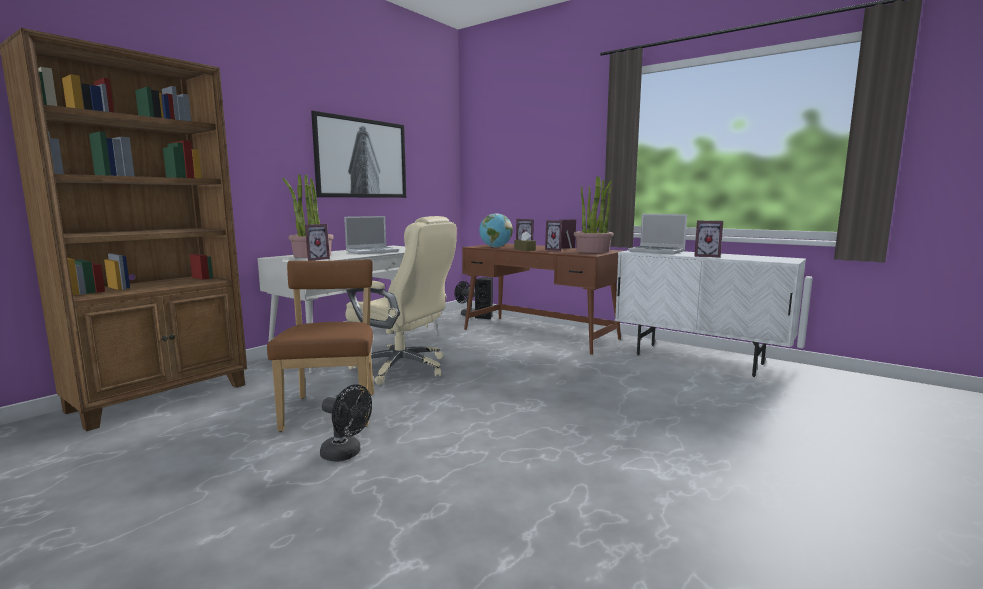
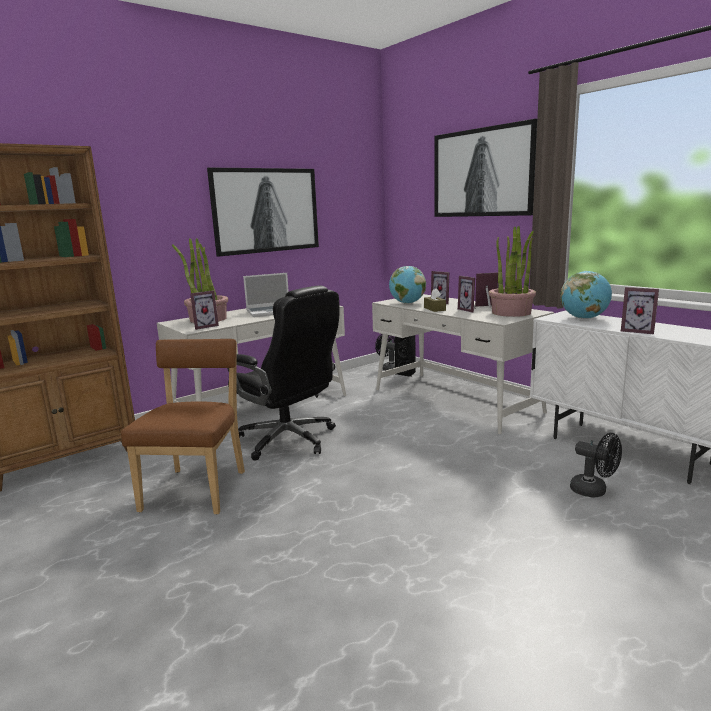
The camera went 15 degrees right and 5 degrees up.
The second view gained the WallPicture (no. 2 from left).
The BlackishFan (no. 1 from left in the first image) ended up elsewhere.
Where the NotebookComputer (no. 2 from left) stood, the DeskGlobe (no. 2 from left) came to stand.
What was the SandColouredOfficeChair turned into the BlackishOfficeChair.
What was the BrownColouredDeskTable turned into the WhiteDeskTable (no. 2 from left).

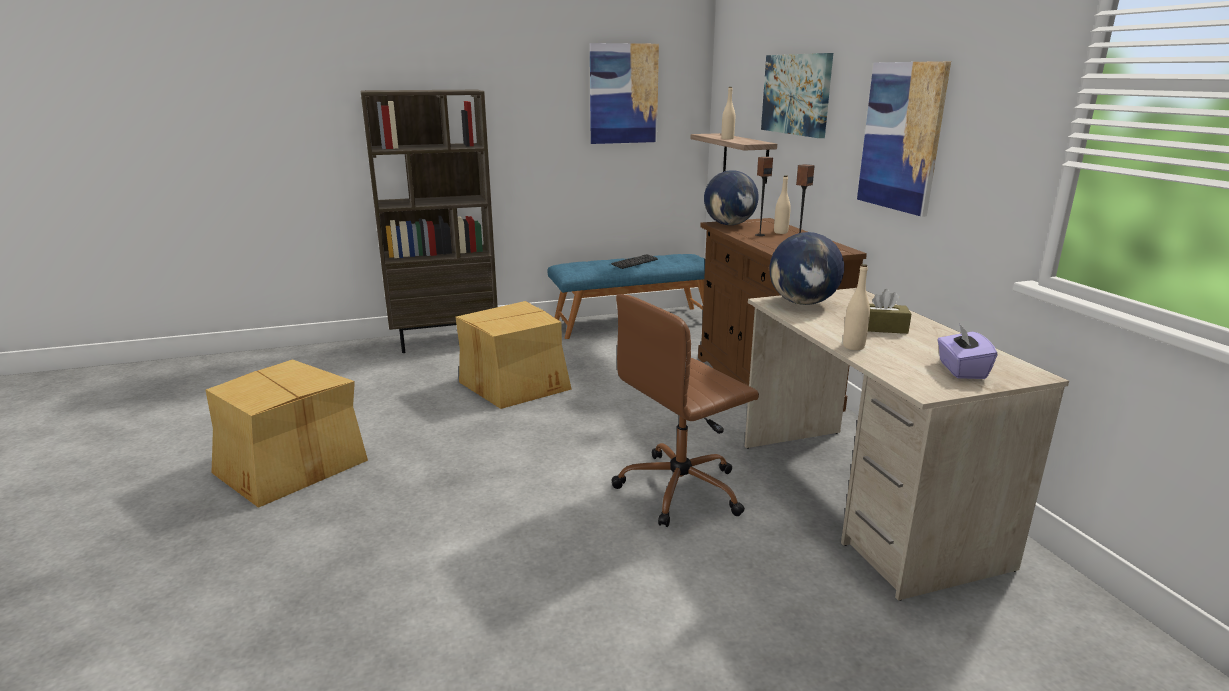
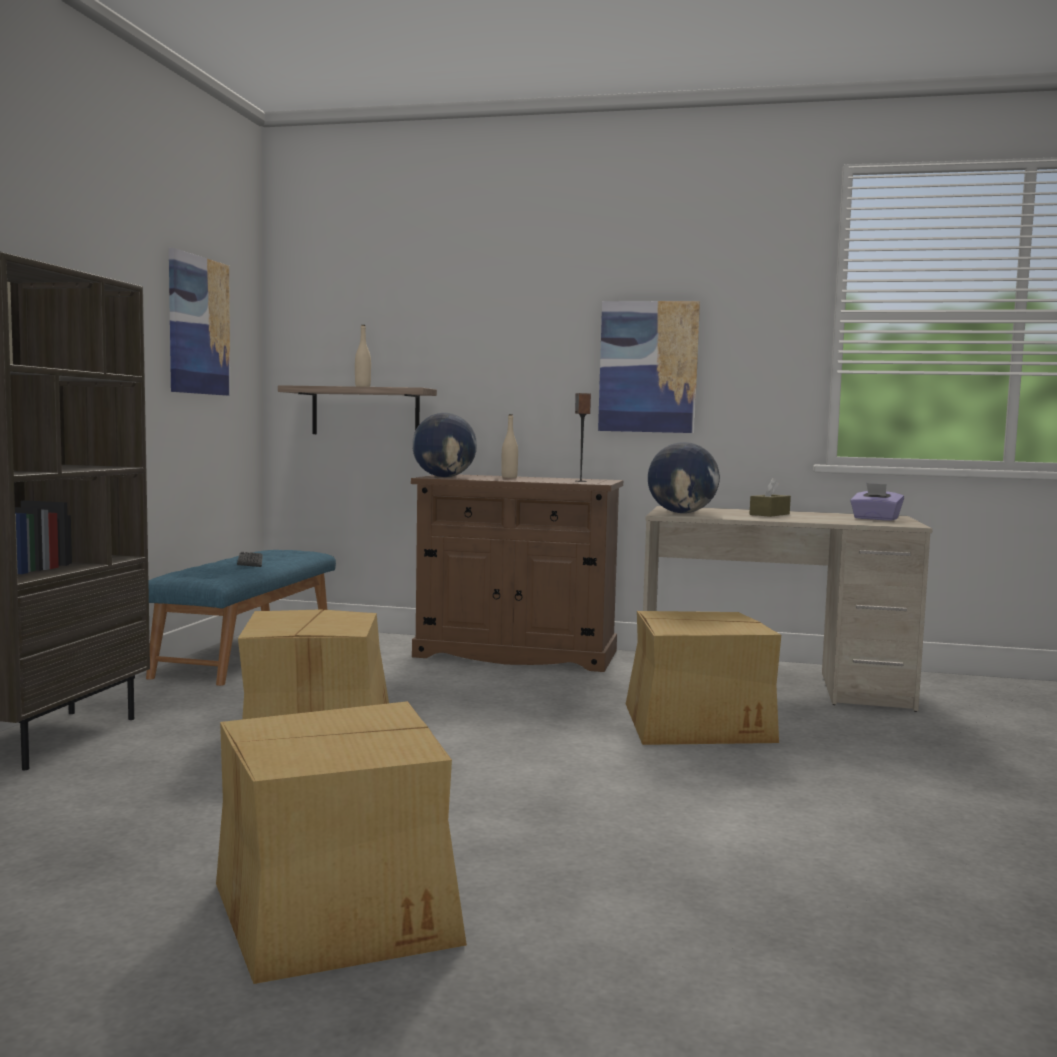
The camera went 60 degrees left and 15 degrees down.
The second view lost the Loudspeaker (no. 1 from left).
The second view lost the WallPicture (no. 2 from left).
The second view lost the SandColouredDrinkBottle (no. 3 from left).
Where the BrownColouredOfficeChair stood, the Carton (no. 3 from left) came to stand.

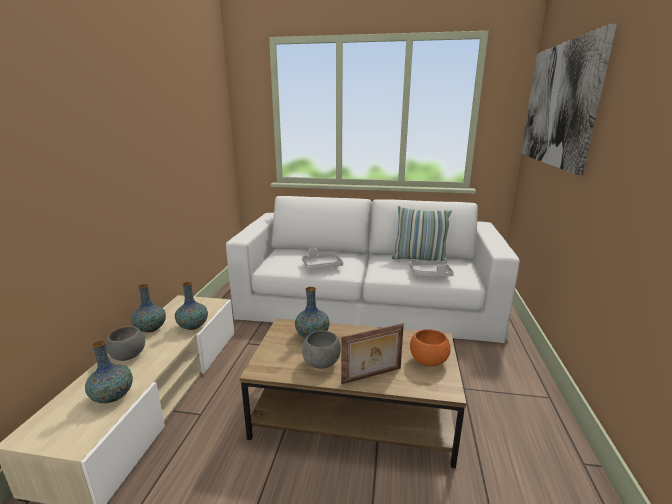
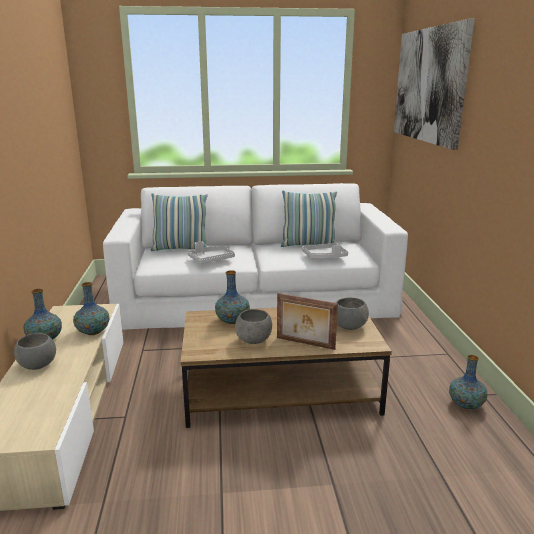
The camera went 15 degrees left and 0 degrees up.
The second view gained the Cushion (no. 1 from left).
The FlowerVase (no. 1 from left in the first image) ended up elsewhere.
What was the OrangeColouredBowl turned into the GreyishBowl (no. 3 from left).
The PhotoFrame ended up facing another way, 60 degrees clockwise from before.

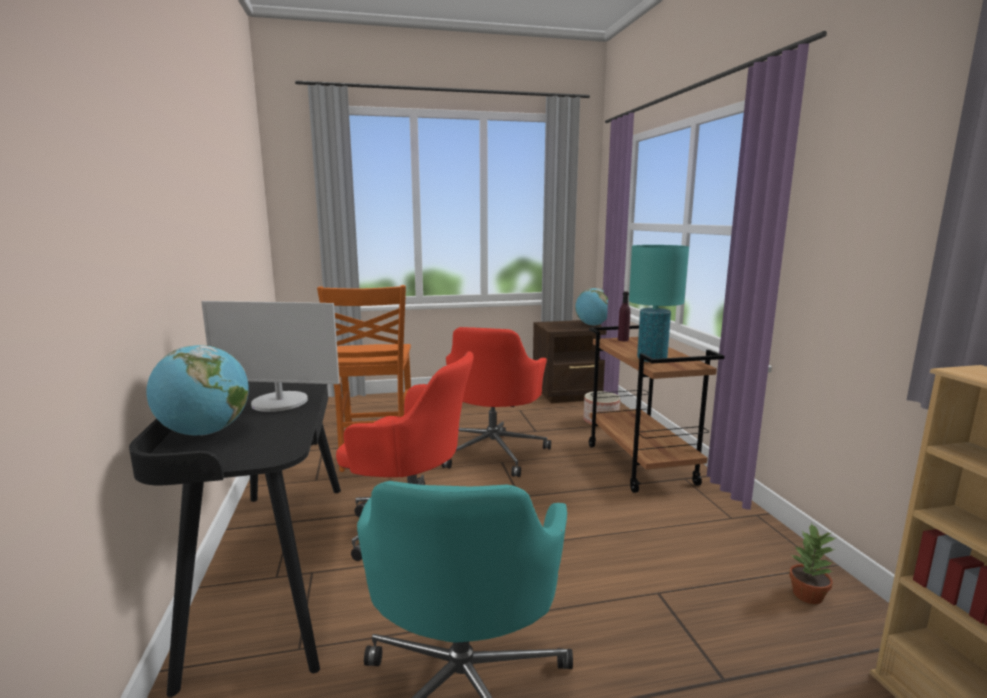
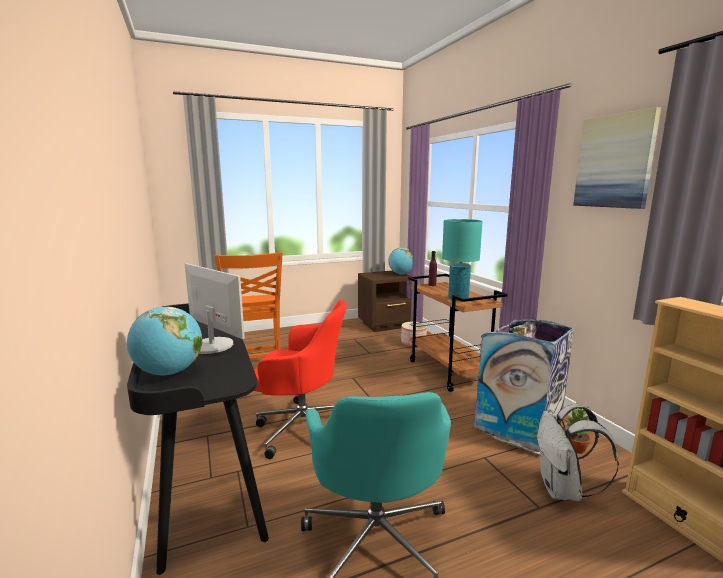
The camera went 10 degrees left and 0 degrees up.
The second view lost the ReddishOfficeChair (no. 2 from left).
The second view gained the WasteBin.
The second view gained the WhiteRucksack.
The second view gained the WallPicture.
The ComputerDisplay ended up facing another way, 135 degrees counterclockwise from before.

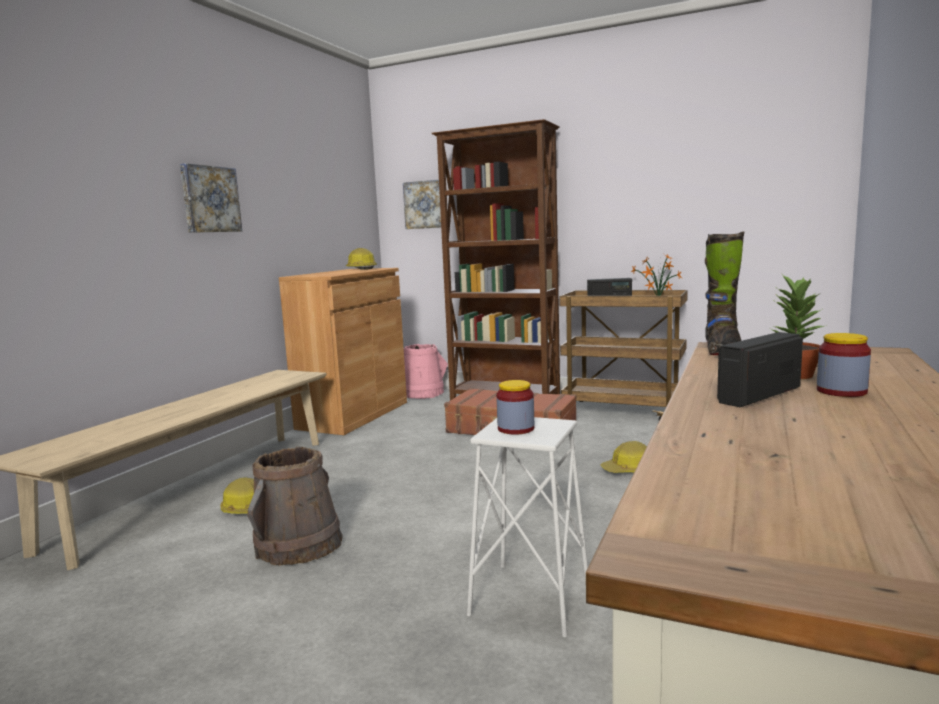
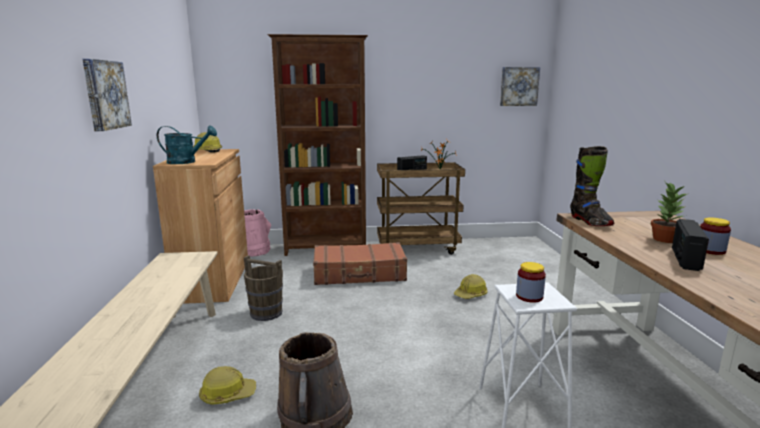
The camera went 30 degrees left and 5 degrees up.
The second view gained the TurquoiseSprinklingCan.
The second view gained the BrownColouredPail (no. 1 from left).
The WallPicture (no. 2 from left) ended up elsewhere.

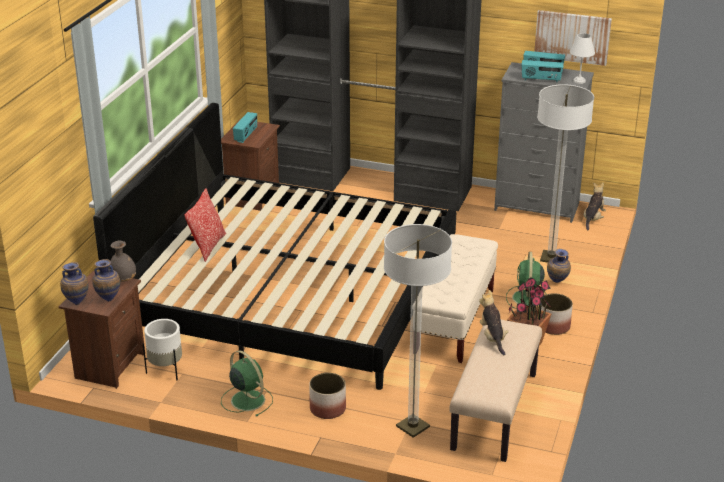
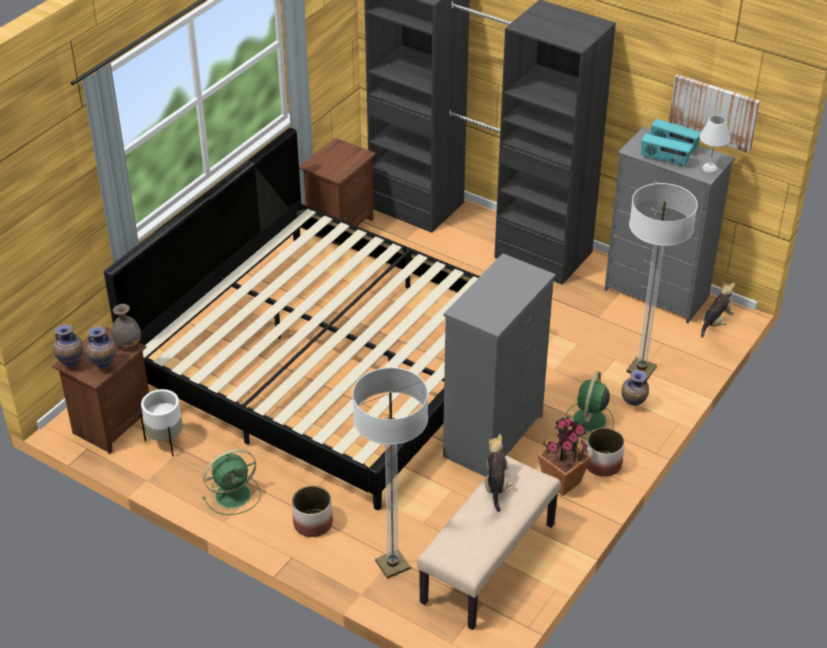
The camera went 15 degrees right and 10 degrees up.
The second view lost the Cushion.
The second view lost the RadioReceiver (no. 1 from left).
Where the SandColouredLongSeat (no. 1 from left) stood, the GreyishDresser (no. 1 from left) came to stand.
The GreenishFan (no. 1 from left) ended up facing another way, 90 degrees clockwise from before.

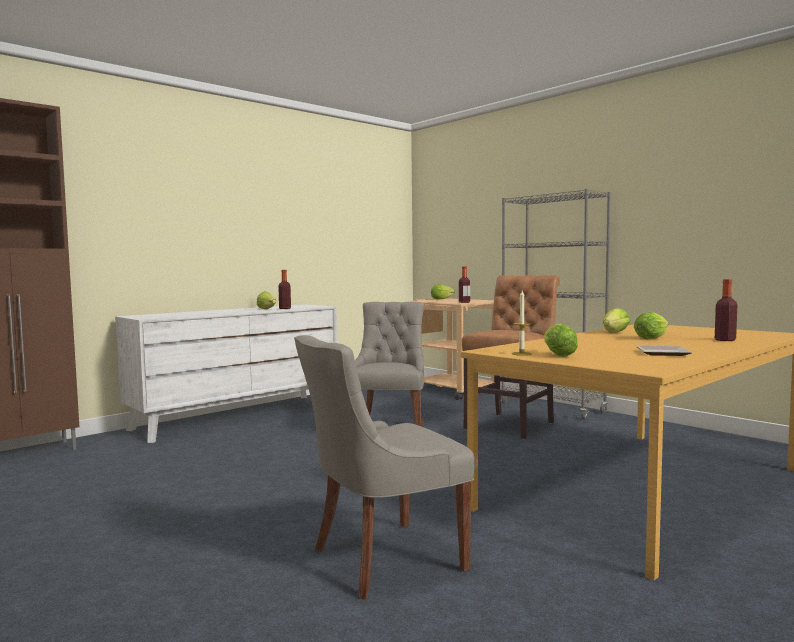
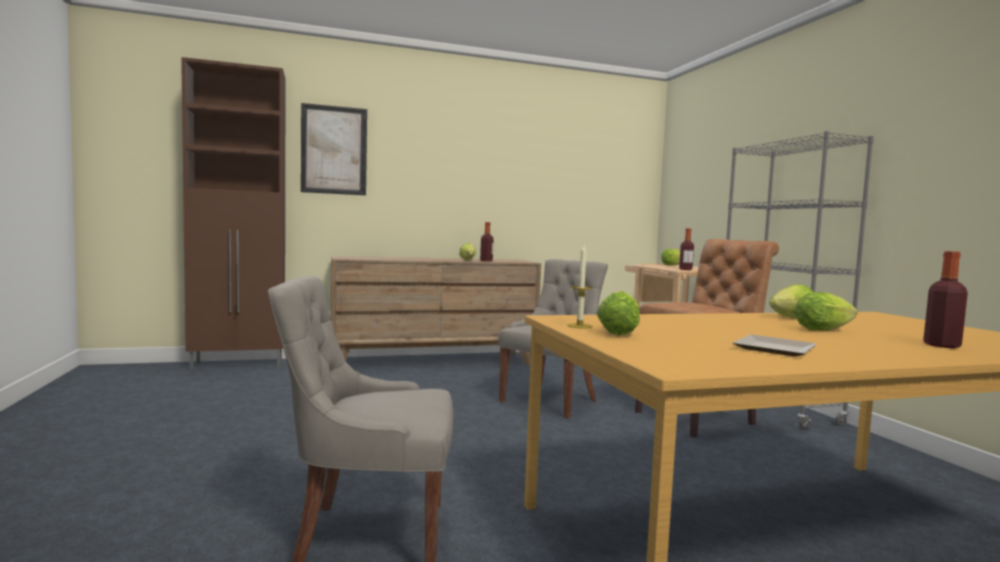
The camera went 25 degrees right and 0 degrees up.
The second view gained the WallPicture.
What was the WhiteDresser turned into the BrownColouredDresser.

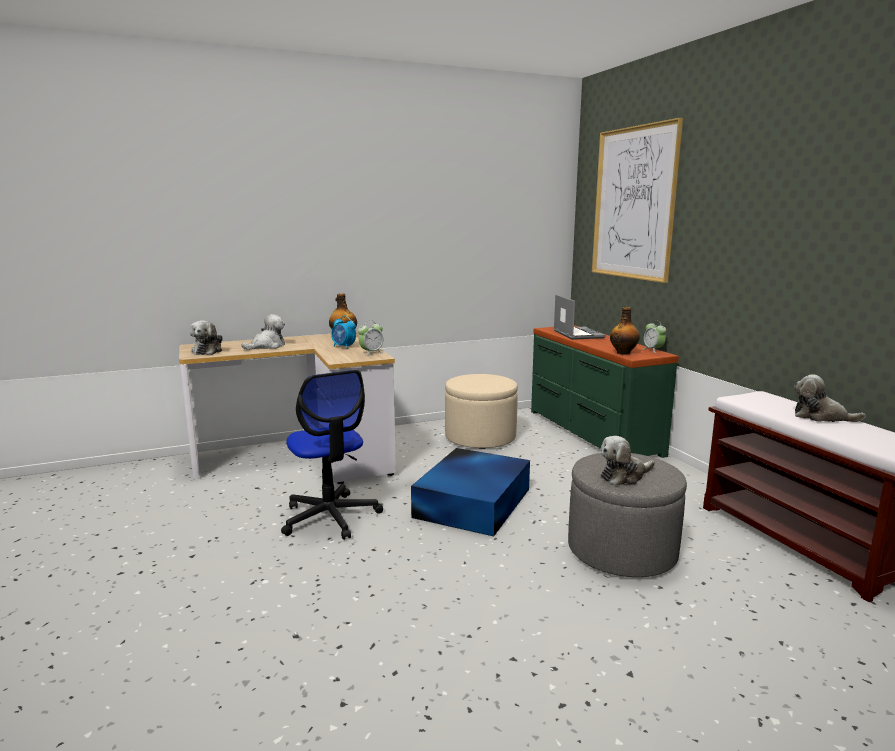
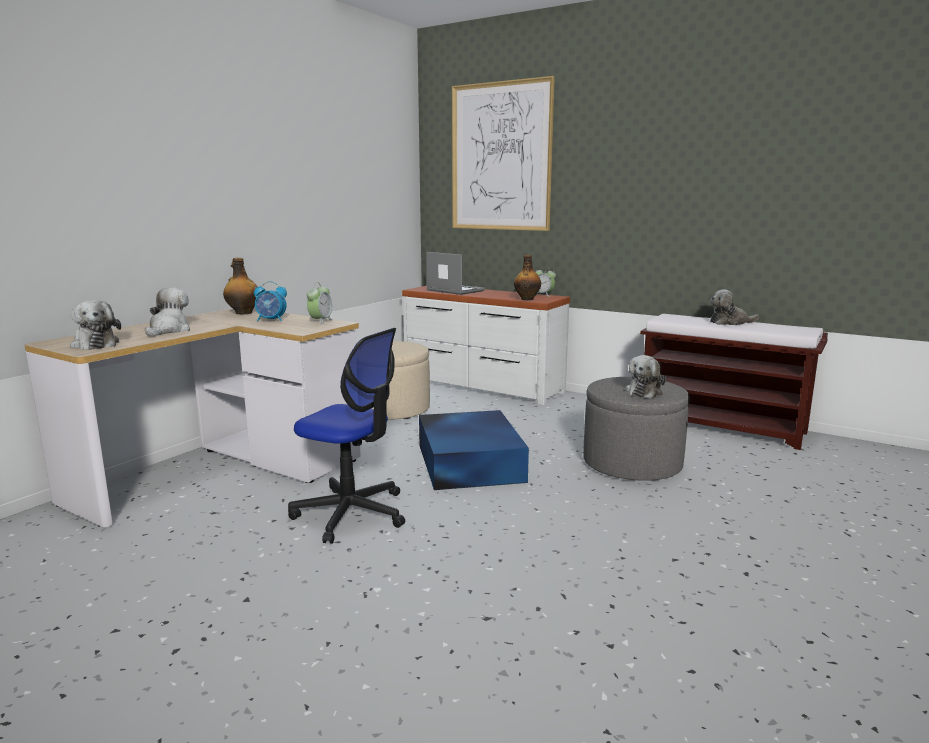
The camera went 35 degrees left and 0 degrees up.
What was the GreenishDresser turned into the WhiteDresser.

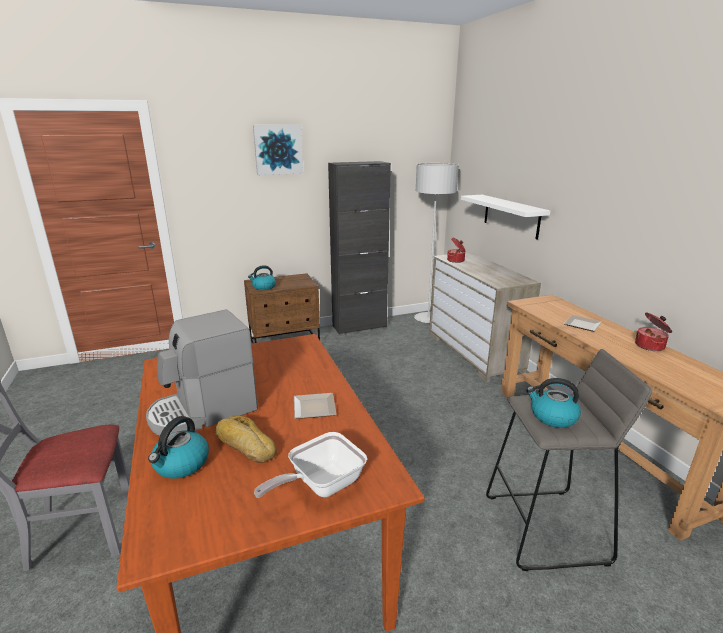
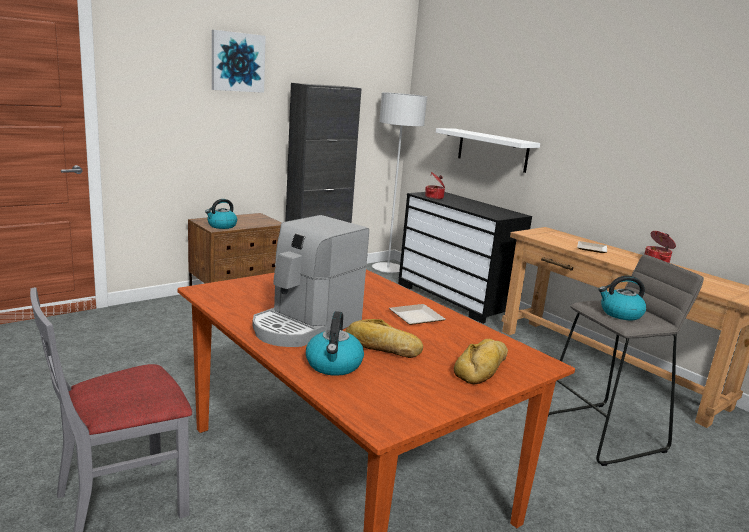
The camera went 20 degrees left and 5 degrees down.
Where the Pan stood, the BakedBread (no. 2 from left) came to stand.
What was the SandColouredDresser turned into the BlackishDresser.

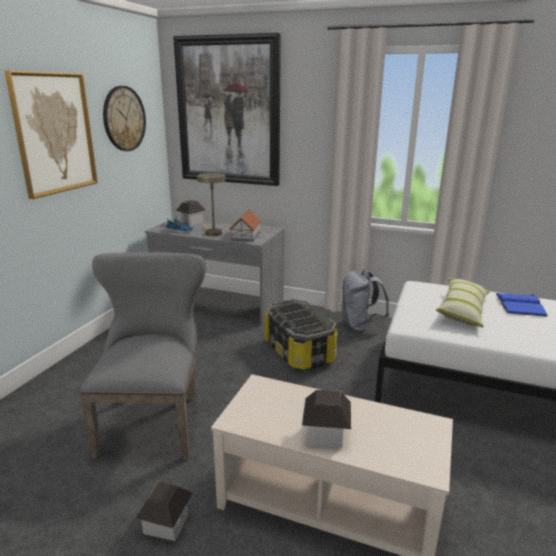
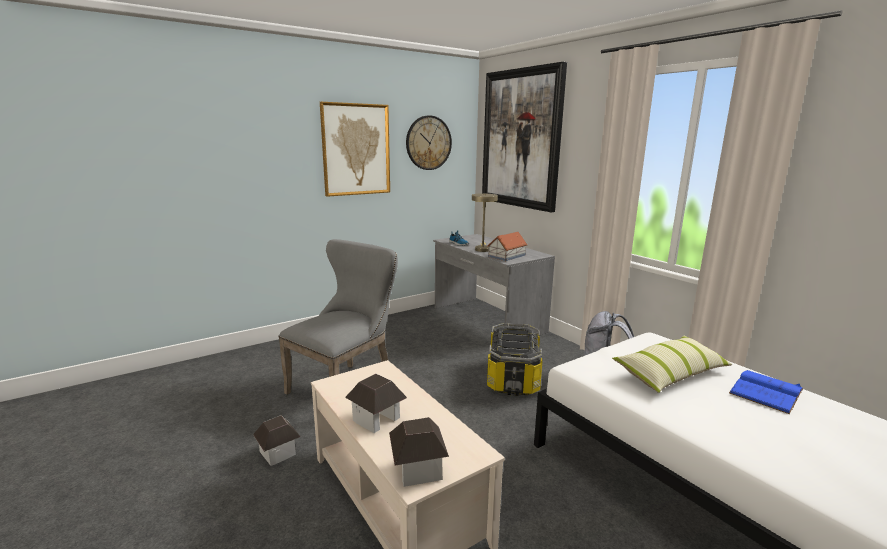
The camera went 35 degrees right and 5 degrees down.
The MiniatureHouse (no. 2 from left in the first image) ended up elsewhere.

